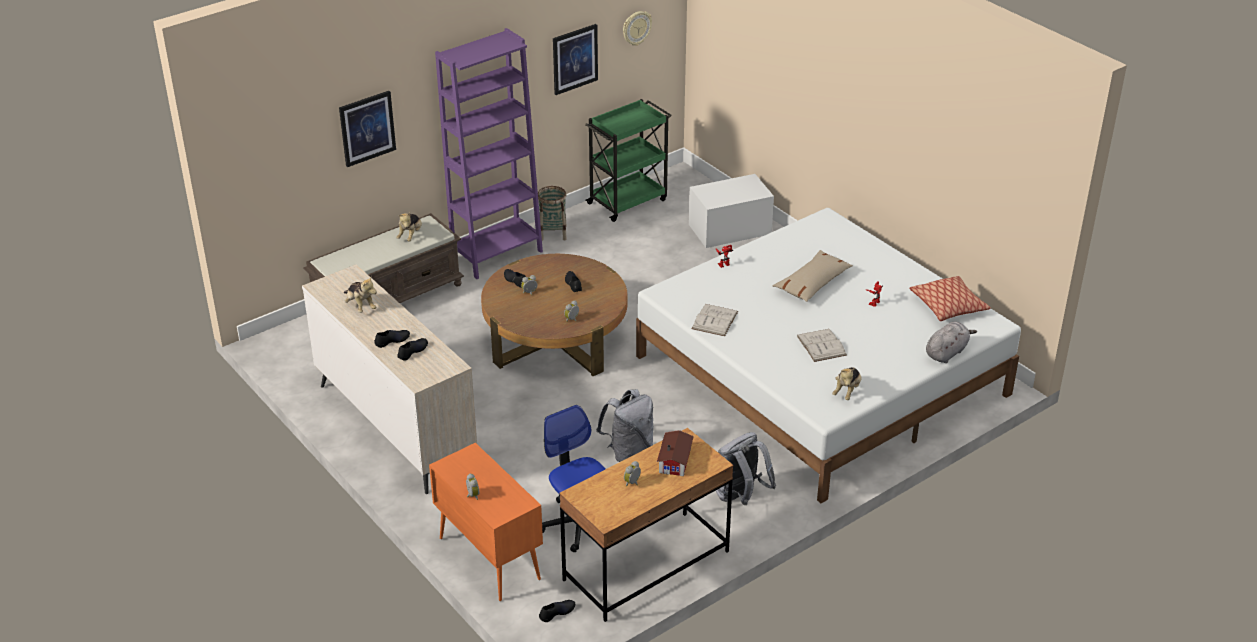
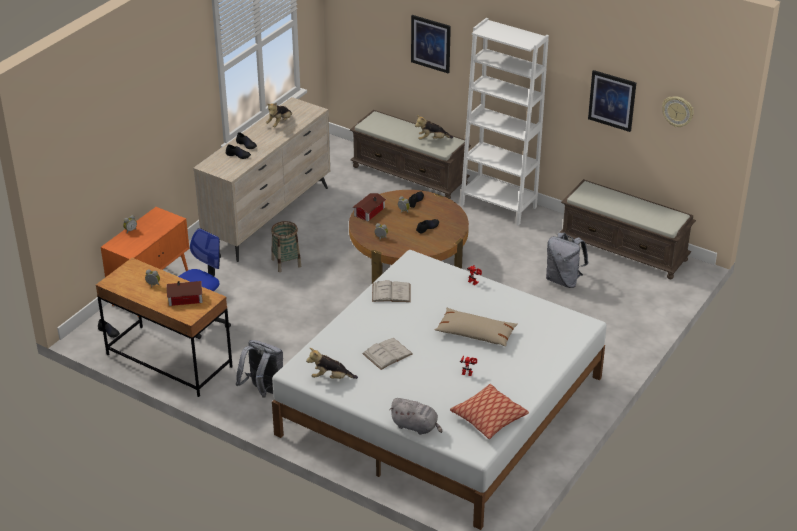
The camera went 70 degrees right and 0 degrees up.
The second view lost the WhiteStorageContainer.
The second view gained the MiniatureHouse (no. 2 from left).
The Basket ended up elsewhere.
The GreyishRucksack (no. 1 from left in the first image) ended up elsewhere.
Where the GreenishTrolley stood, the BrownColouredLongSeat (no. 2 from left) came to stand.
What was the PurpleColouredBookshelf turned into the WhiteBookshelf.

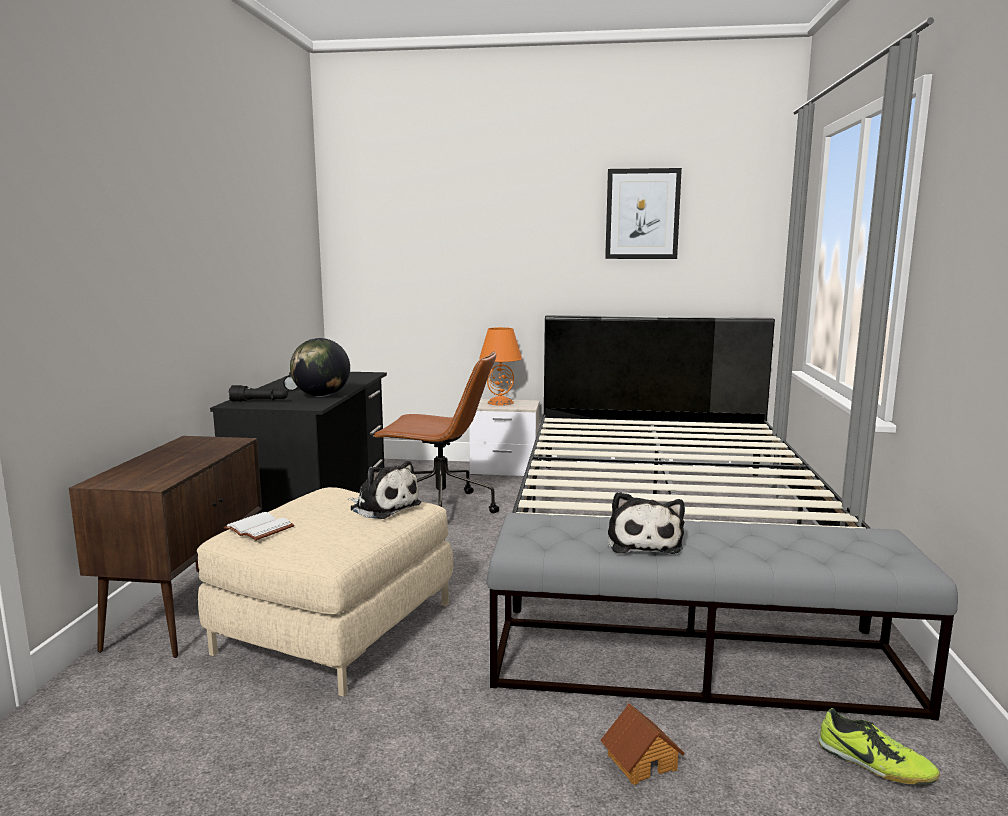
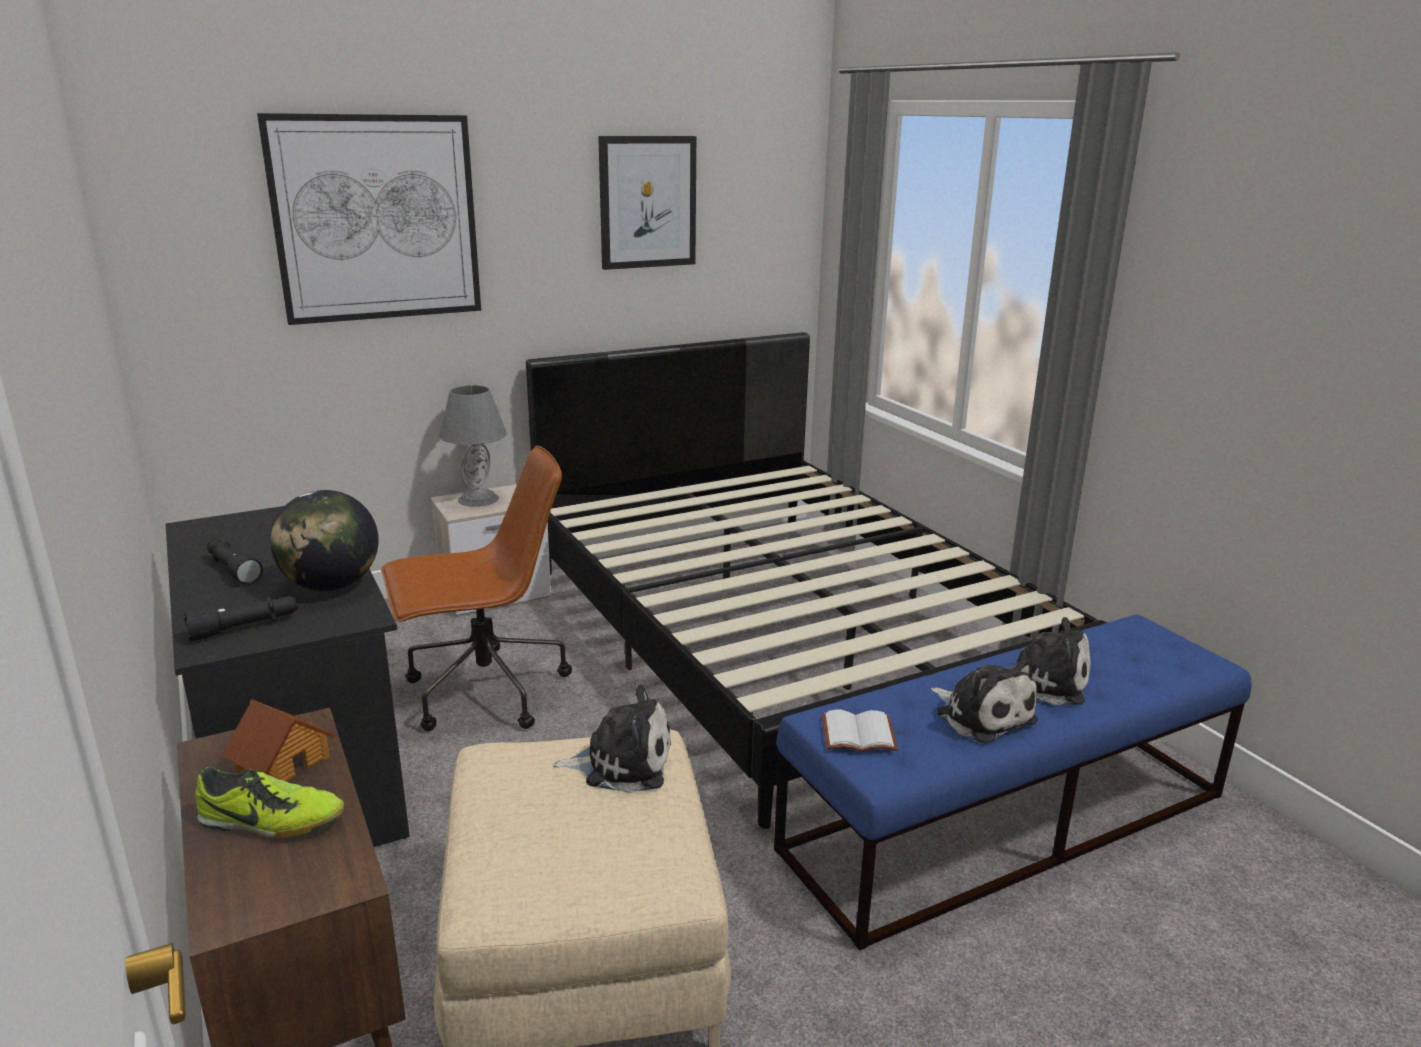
The camera went 35 degrees left and 10 degrees up.
The second view gained the WallPicture (no. 1 from left).
The second view gained the CuddlyToy (no. 3 from left).
The WhiteBoundBook ended up elsewhere.
The MiniatureHouse ended up elsewhere.
The LowShoe ended up elsewhere.
What was the OrangeColouredLampForATable turned into the GreyishLampForATable.
What was the GreyishLongSeat turned into the BlueLongSeat.

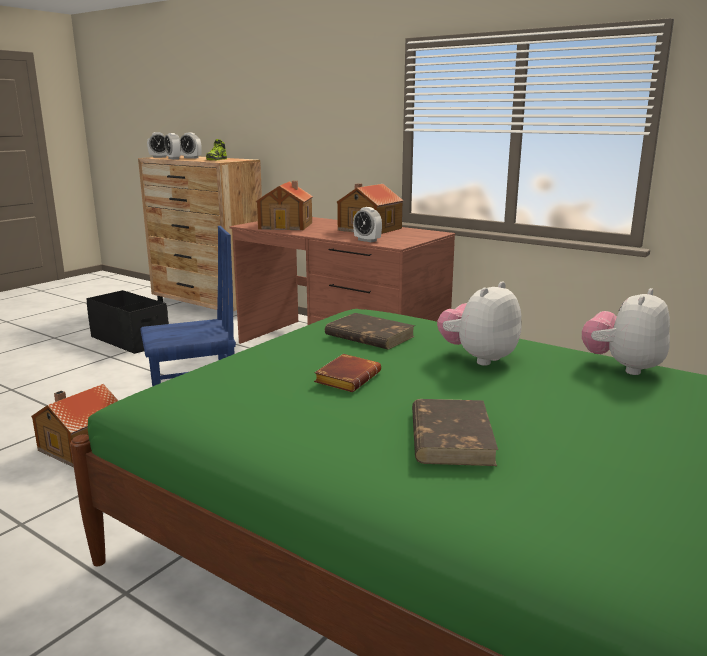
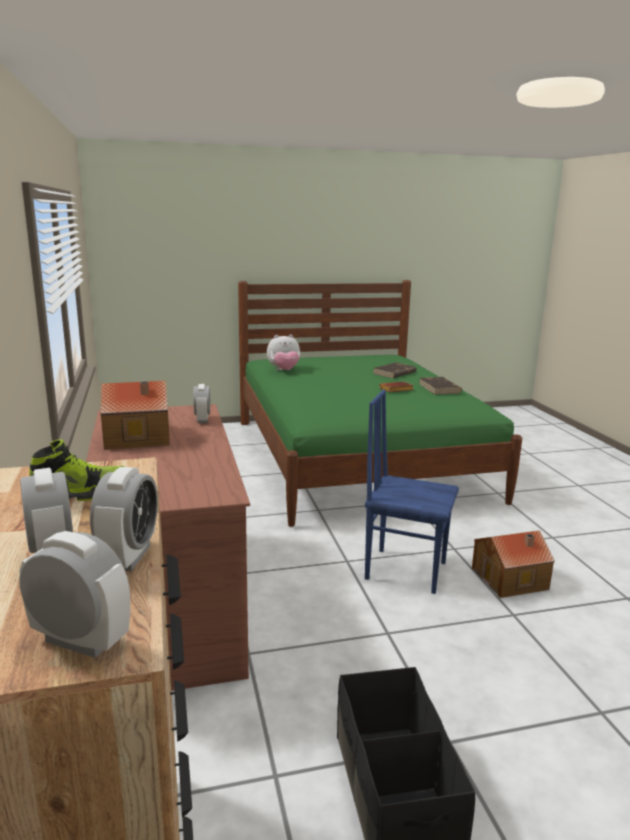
The camera went 140 degrees left and 0 degrees up.
The second view lost the MiniatureHouse (no. 2 from left).
The second view lost the CuddlyToy (no. 1 from left).
The BrownColouredBoundBook (no. 2 from left in the first image) ended up elsewhere.

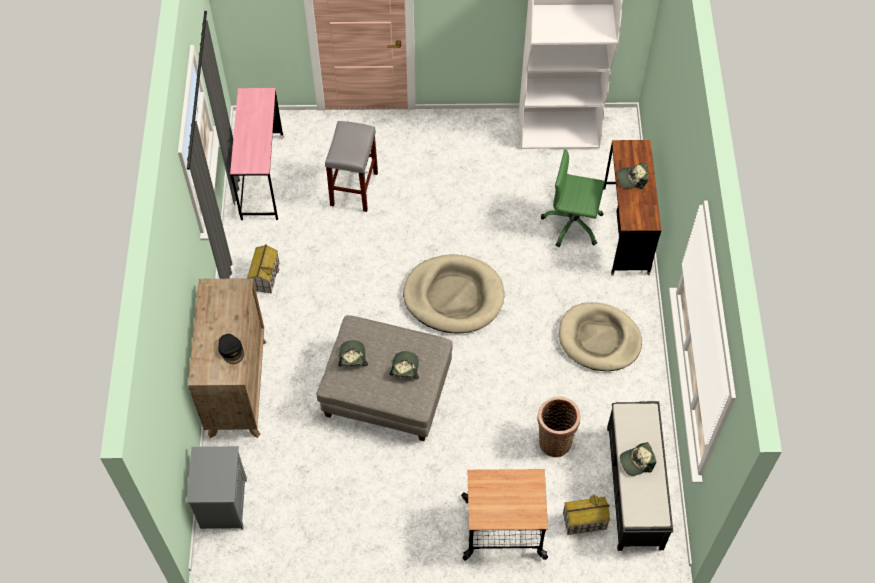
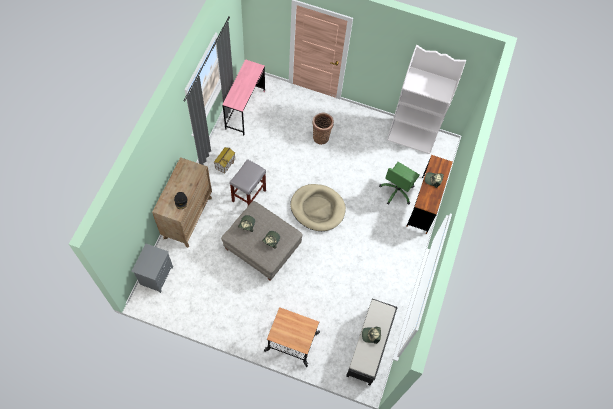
The camera went 15 degrees right and 5 degrees up.
The second view lost the SandColouredDogBed (no. 2 from left).
The second view lost the MiniatureHouse (no. 2 from left).
The GreyishStoolSeat ended up elsewhere.
The Basket ended up elsewhere.
The GreenishOfficeChair ended up facing another way, 90 degrees counterclockwise from before.

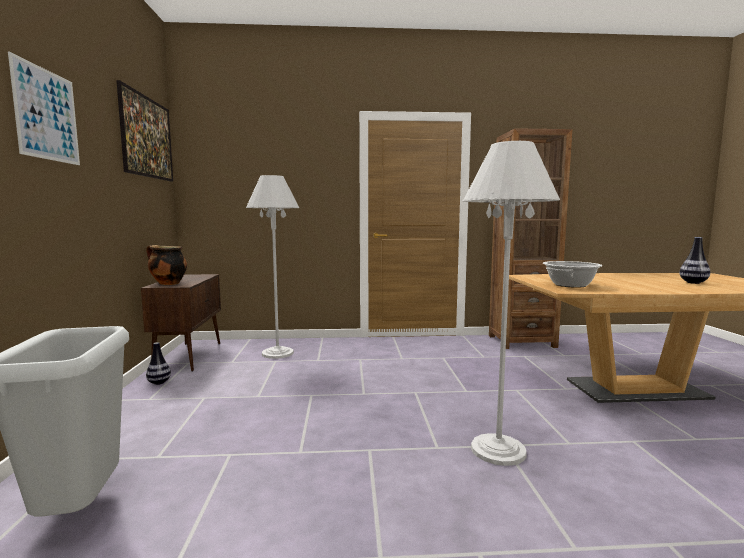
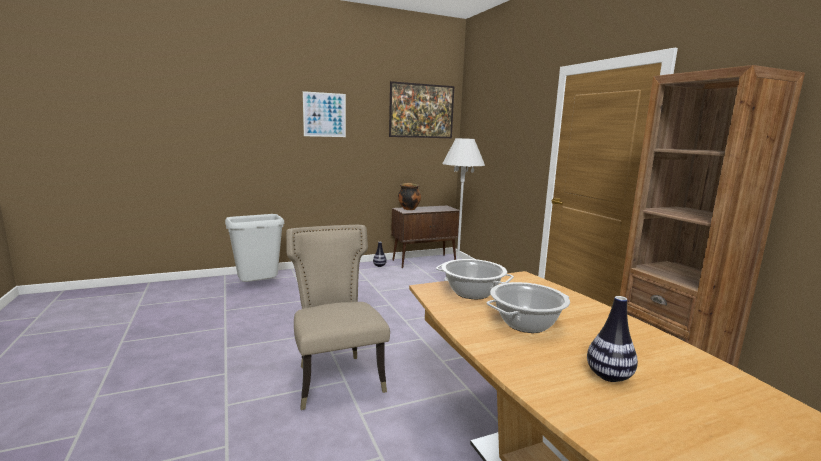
The camera went 70 degrees right and 5 degrees up.
The second view gained the Saucepot (no. 3 from left).
Where the WhiteStandardLamp (no. 2 from left) stood, the SandColouredPlainChair came to stand.

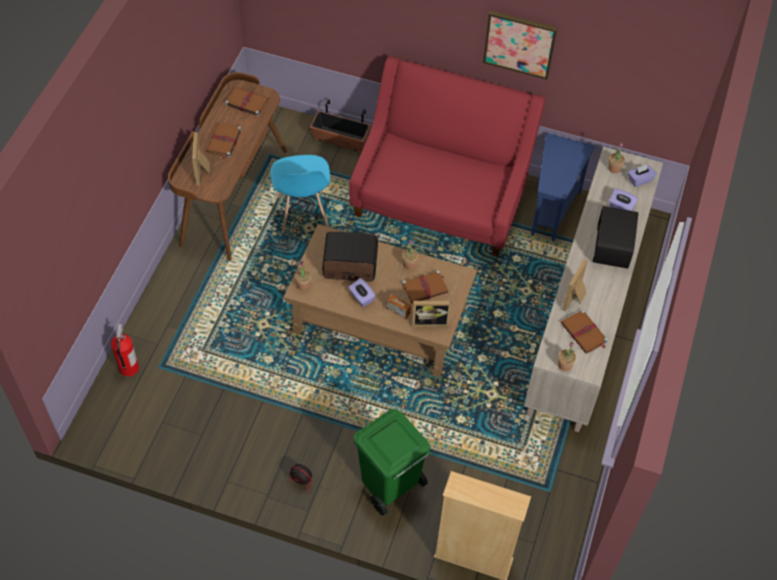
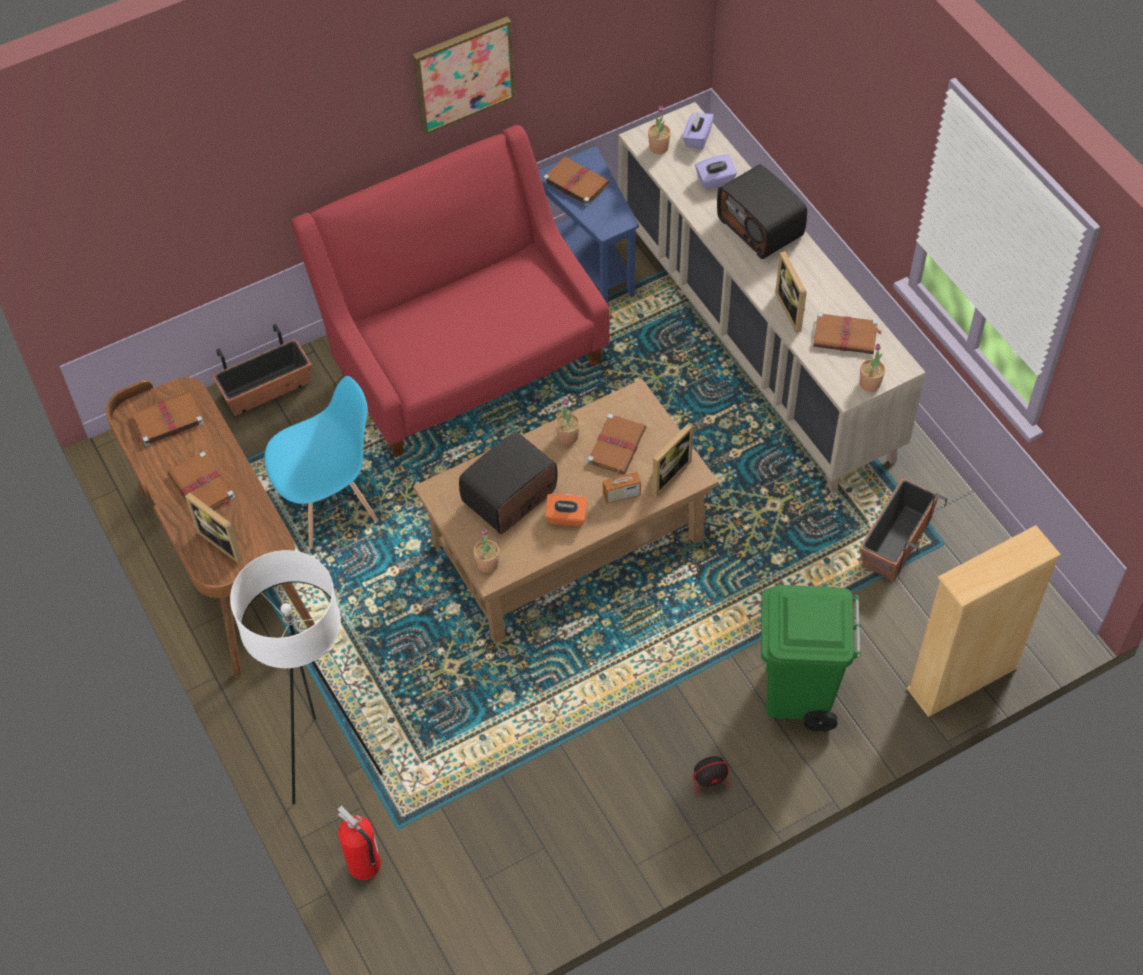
The camera went 45 degrees left and 0 degrees up.
The second view gained the WhiteStandardLamp.
The second view gained the BrownColouredBoundBook (no. 3 from left).
The second view gained the FlowerPot (no. 2 from left).
What was the PurpleColouredBoxOfTissues (no. 1 from left) turned into the OrangeColouredBoxOfTissues.
The BluePlainChair ended up facing another way, 60 degrees counterclockwise from before.

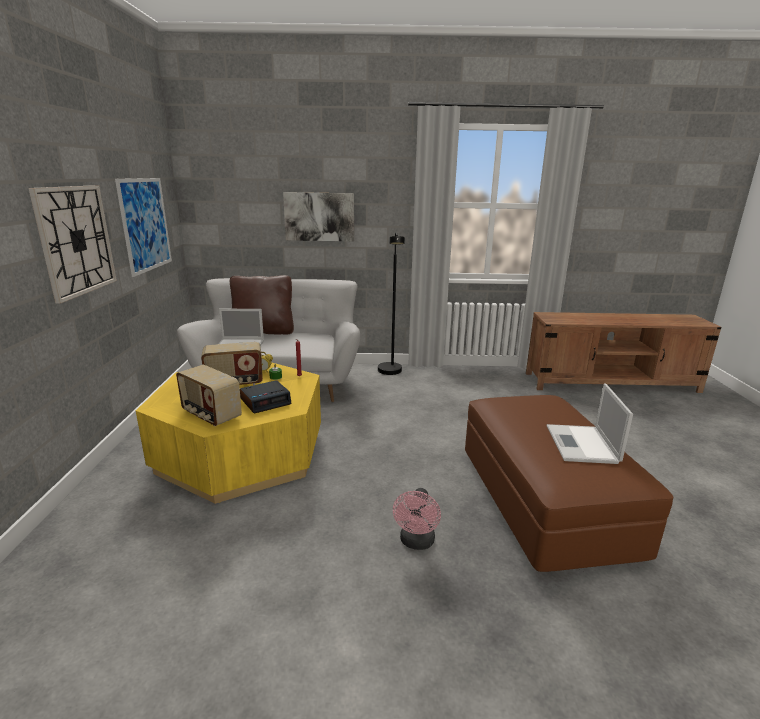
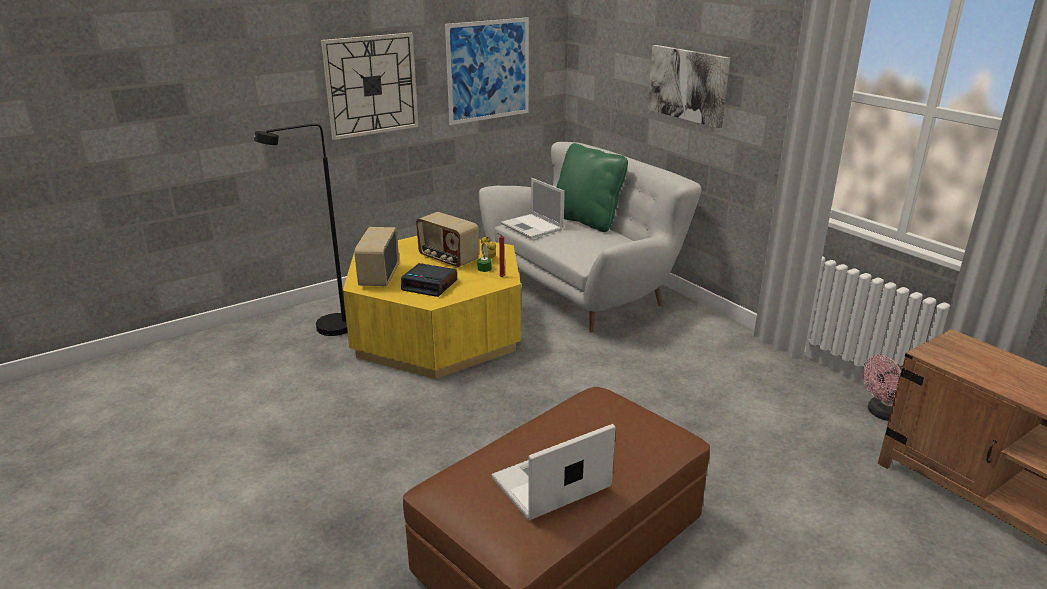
The camera went 55 degrees right and 5 degrees up.
The BlackishStandardLamp ended up elsewhere.
The PinkColouredFan ended up elsewhere.
What was the BrownColouredCushion turned into the GreenishCushion.

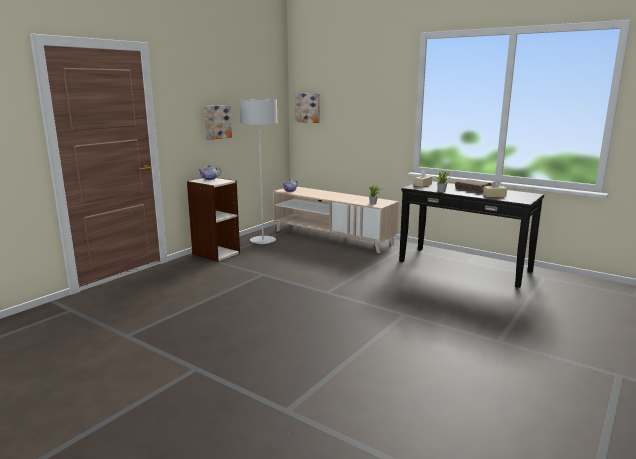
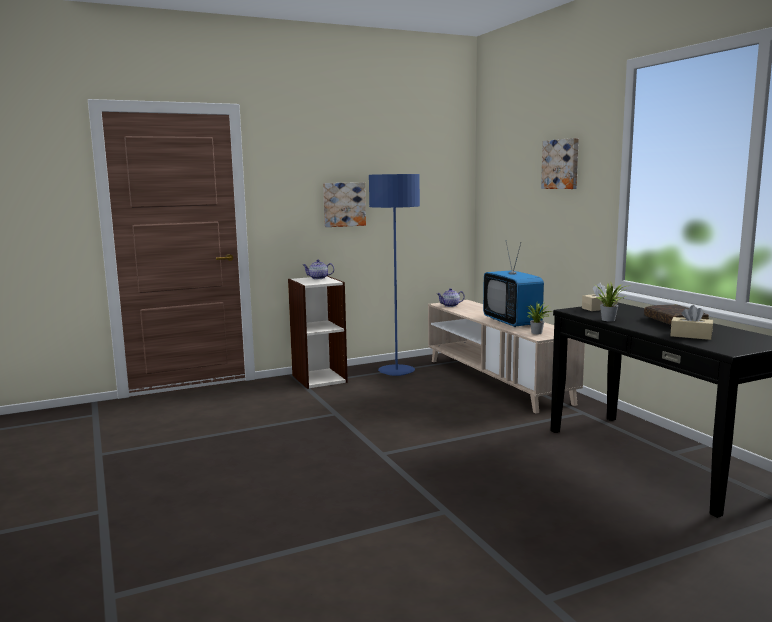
The camera went 30 degrees right and 5 degrees down.
The second view gained the TvSet.
The WallPicture (no. 2 from left) ended up elsewhere.
What was the GreyishStandardLamp turned into the BlueStandardLamp.

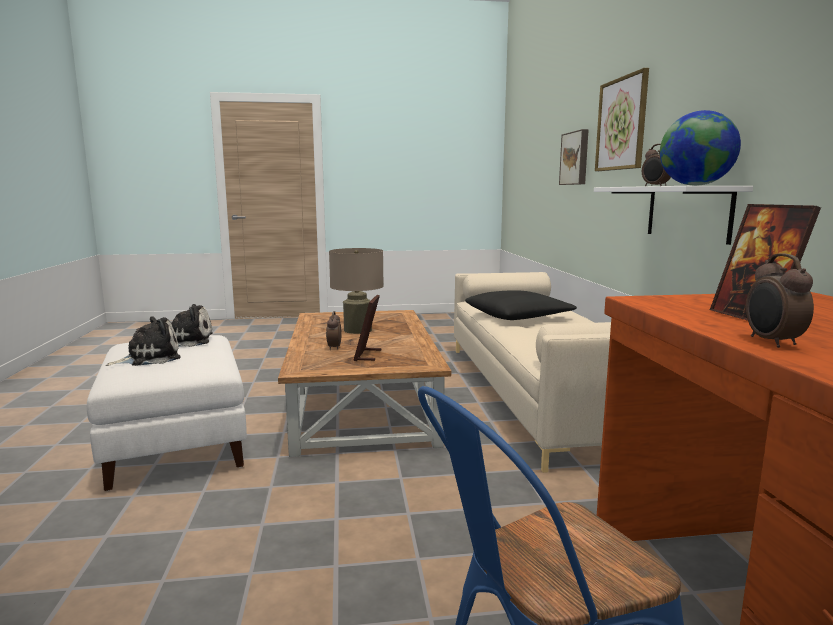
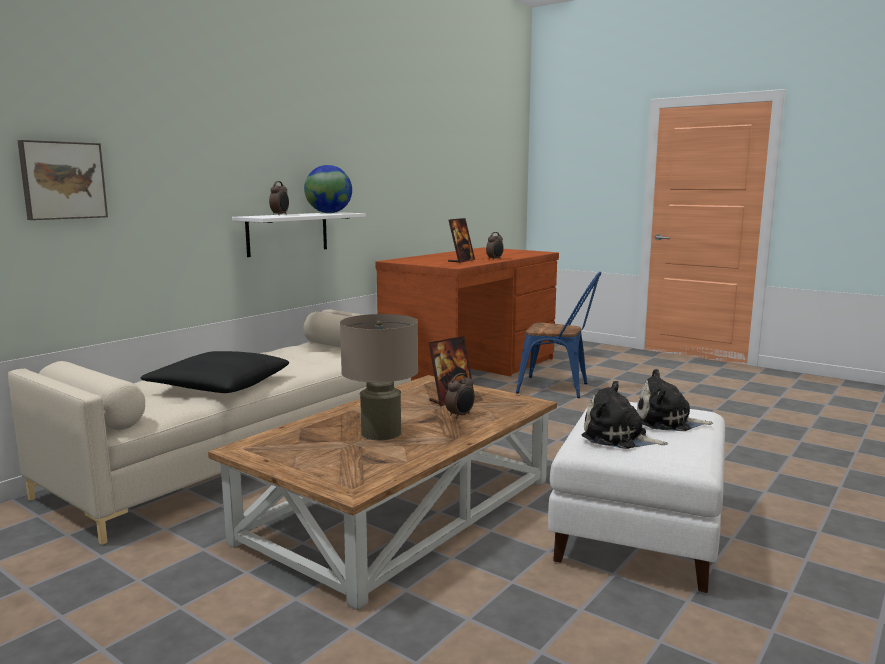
The camera went 135 degrees left and 0 degrees up.
The second view lost the WallPicture (no. 2 from left).

